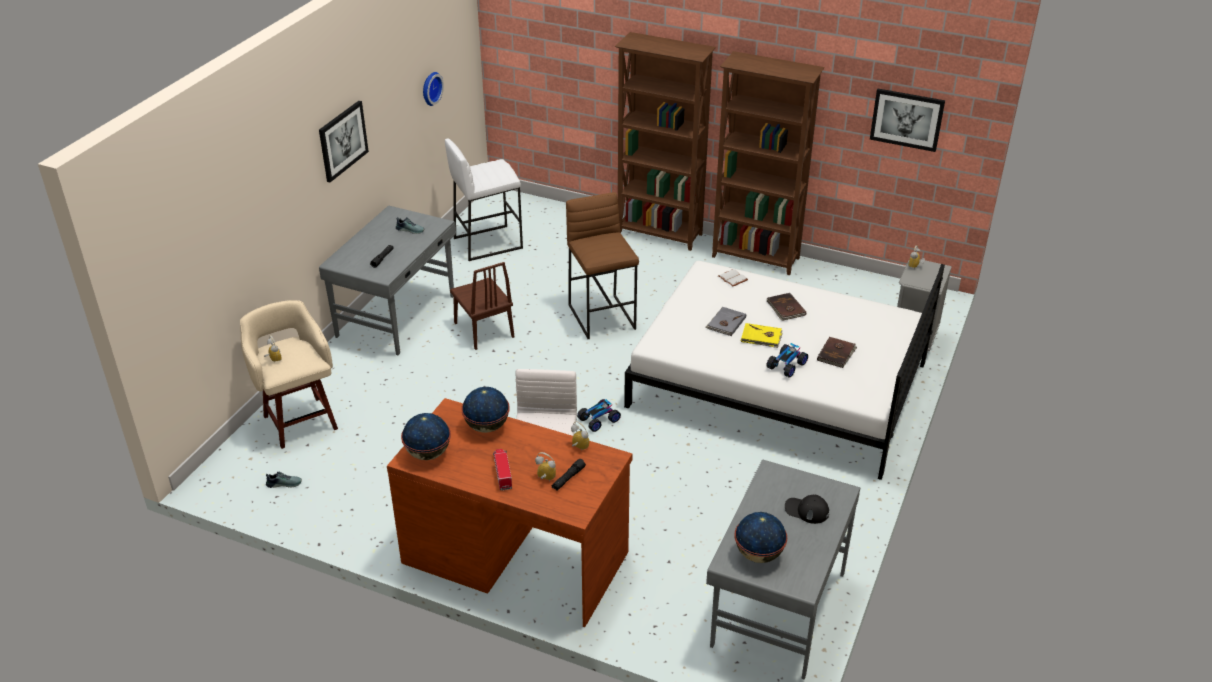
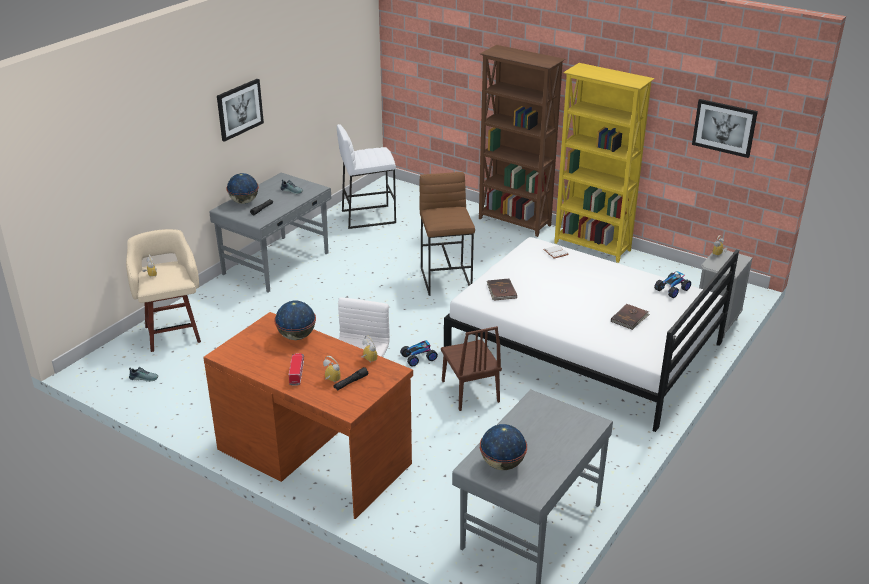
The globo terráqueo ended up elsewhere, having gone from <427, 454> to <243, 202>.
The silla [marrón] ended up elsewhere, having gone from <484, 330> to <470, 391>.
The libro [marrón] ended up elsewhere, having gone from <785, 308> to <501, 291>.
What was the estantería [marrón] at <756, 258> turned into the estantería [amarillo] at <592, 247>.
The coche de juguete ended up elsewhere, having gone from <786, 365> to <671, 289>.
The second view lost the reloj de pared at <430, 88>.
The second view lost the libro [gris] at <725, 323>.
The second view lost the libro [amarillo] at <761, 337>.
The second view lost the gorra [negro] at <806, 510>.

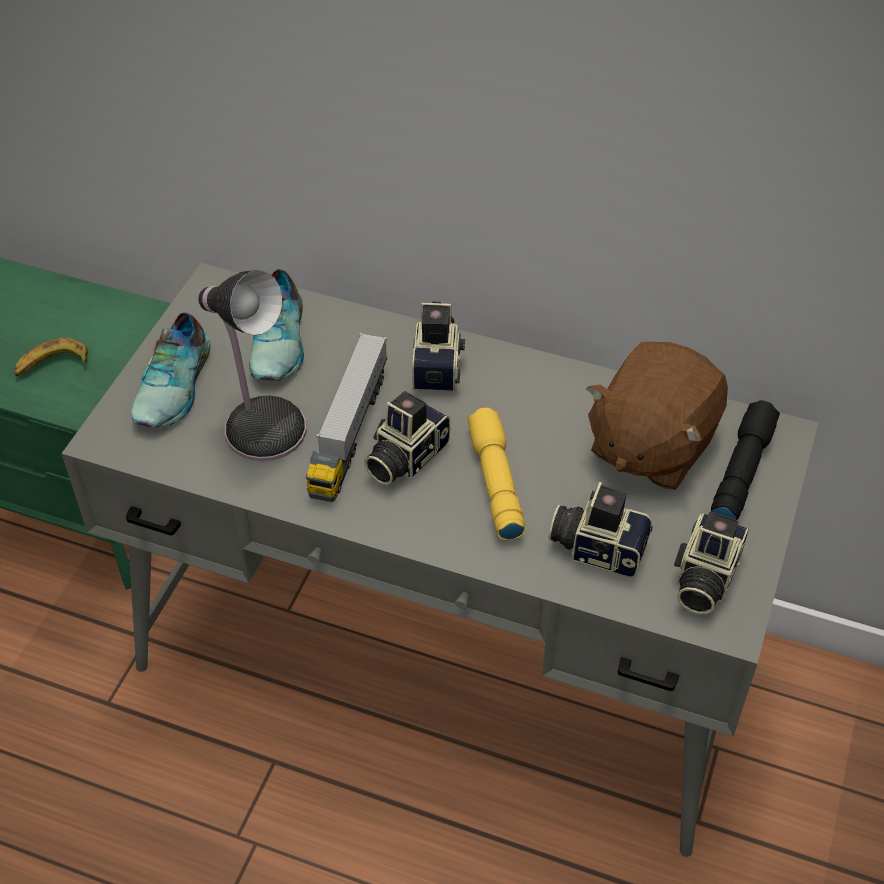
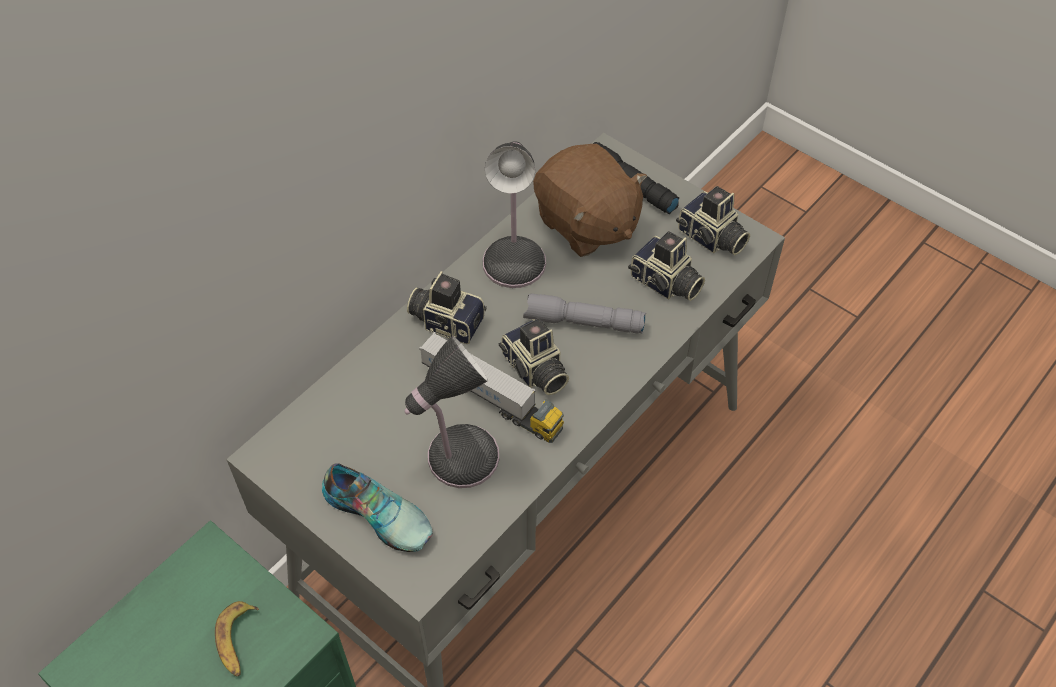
The second view gained the lámpara de mesa at <515, 259>.
What was the linterna [amarillo] at <494, 482> turned into the linterna [gris] at <582, 323>.
The cámara at <598, 547> ended up facing another way, 90 degrees counterclockwise from before.
The second view lost the zapato at <281, 341>.

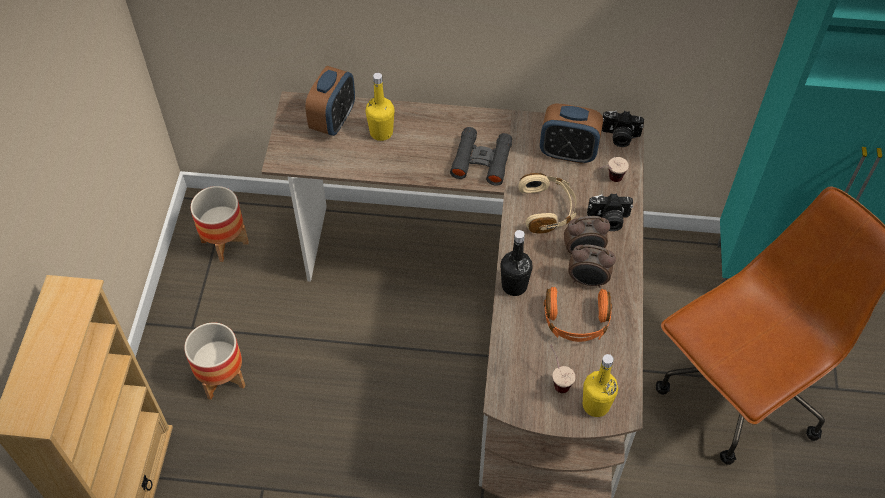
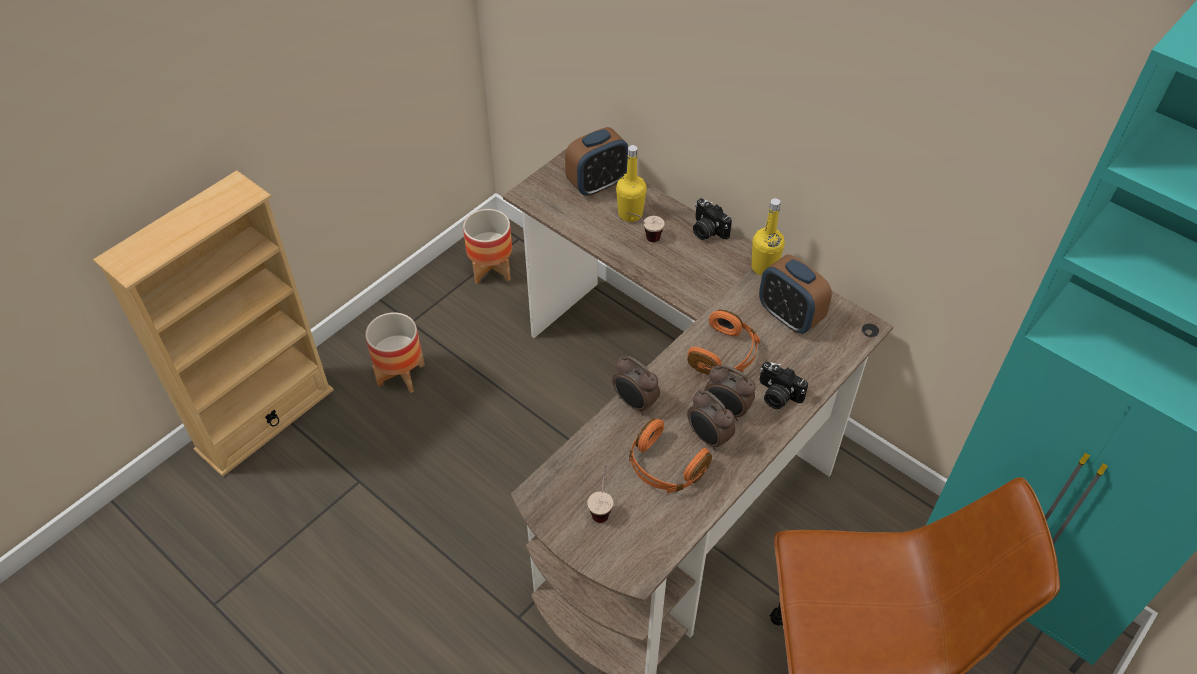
Where the botella [negro] stood at <514, 286>, the despertador came to stand at <634, 403>.
The taza ended up elsewhere, having gone from <609, 180> to <644, 237>.
What was the auriculares [beis] at <547, 209> turned into the auriculares [naranja] at <725, 355>.
The cámara ended up elsewhere, having gone from <619, 136> to <707, 231>.
The botella [amarillo] ended up elsewhere, having gone from <596, 405> to <764, 267>.
The second view lost the prismáticos [negro] at <481, 160>.

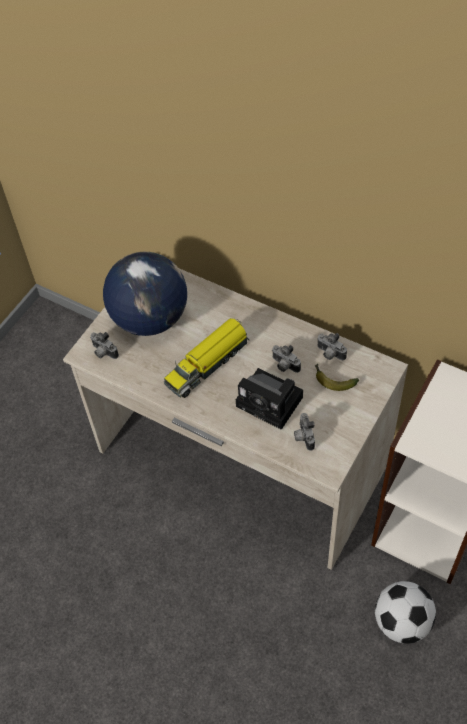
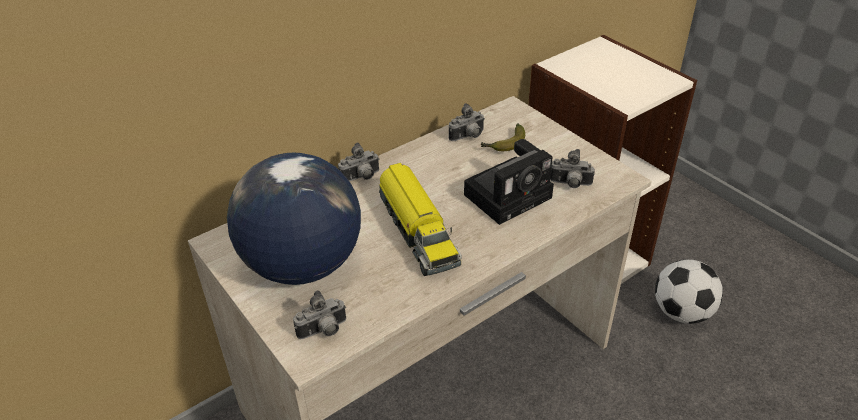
The cámara ended up elsewhere, having gone from <284, 366> to <361, 178>.

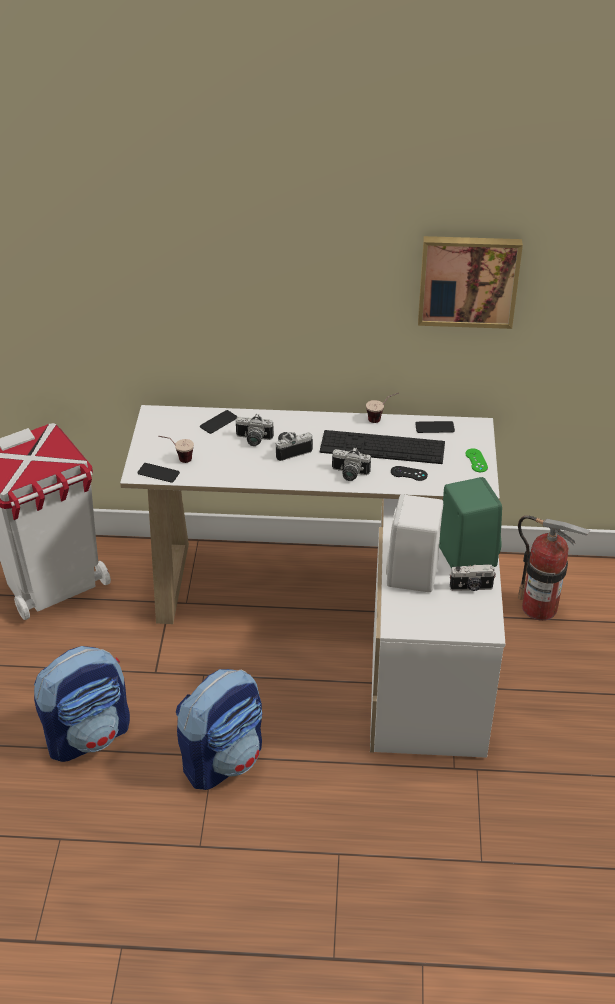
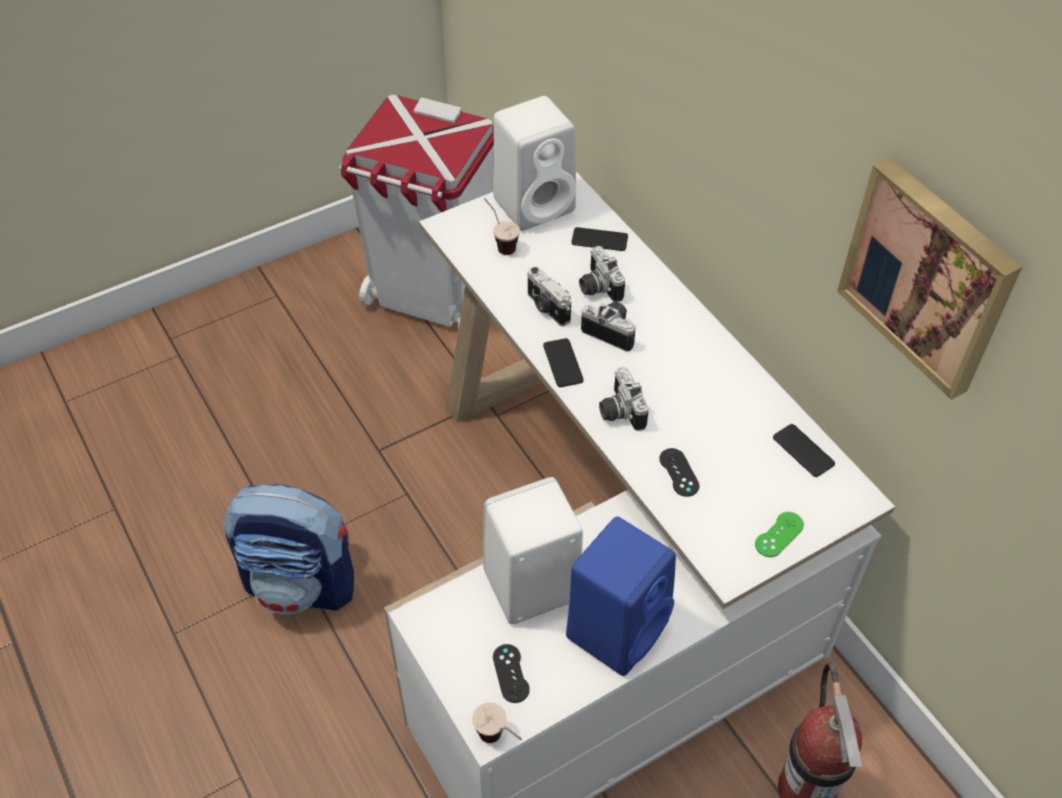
The taza ended up elsewhere, having gone from <381, 418> to <499, 742>.
The second view gained the altavoz [blanco] at <536, 204>.
The second view gained the mando de consola [negro] at <511, 673>.
The cámara ended up elsewhere, having gone from <471, 588> to <547, 308>.
The móvil ended up elsewhere, having gone from <158, 473> to <563, 363>.
What was the altavoz [verde] at <465, 555> turned into the altavoz [azul] at <618, 627>.
The second view lost the mochila at <89, 735>.
The second view lost the teclado at <382, 447>.

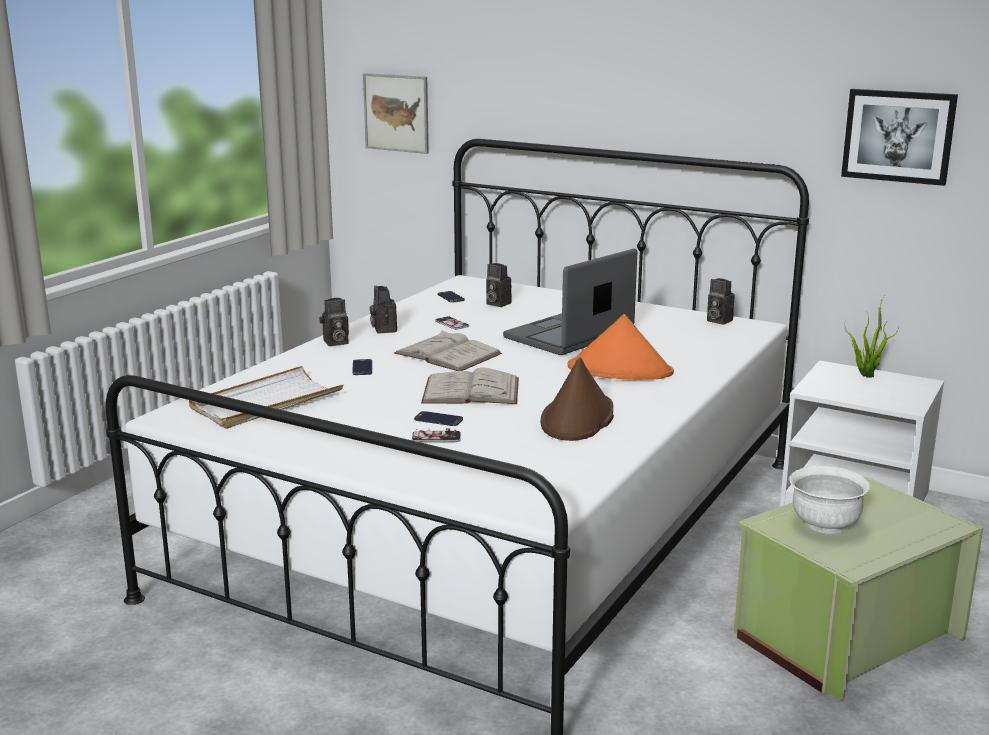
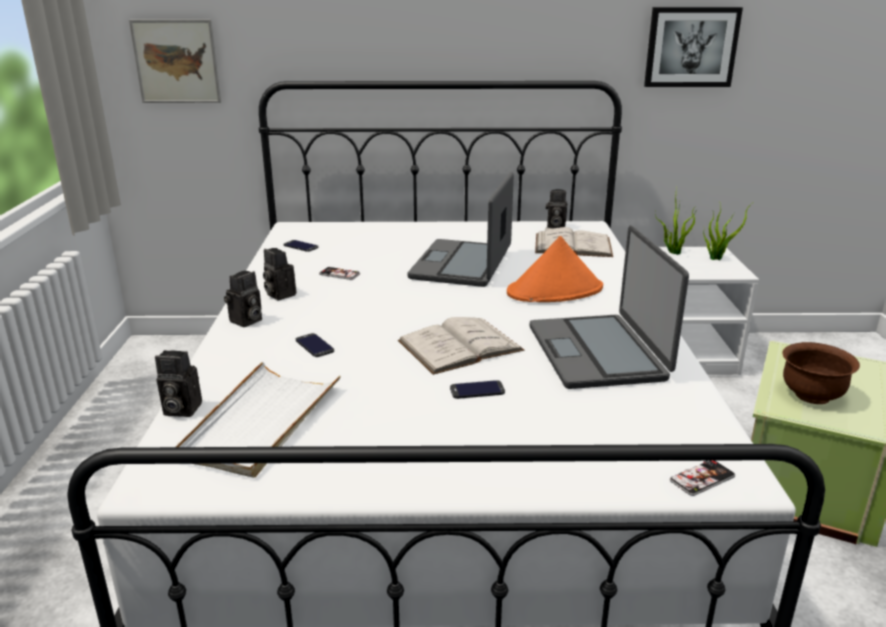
The cámara ended up elsewhere, having gone from <496, 303> to <179, 409>.
Where the sombrero [marrón] stood at <577, 419>, the portátil came to stand at <598, 352>.
The libro [blanco] ended up elsewhere, having gone from <447, 353> to <573, 245>.
The móvil ended up elsewhere, having gone from <436, 438> to <702, 478>.
The second view gained the planta en maceta at <717, 258>.
What was the cuenco [blanco] at <824, 525> turned into the cuenco [marrón] at <811, 395>.

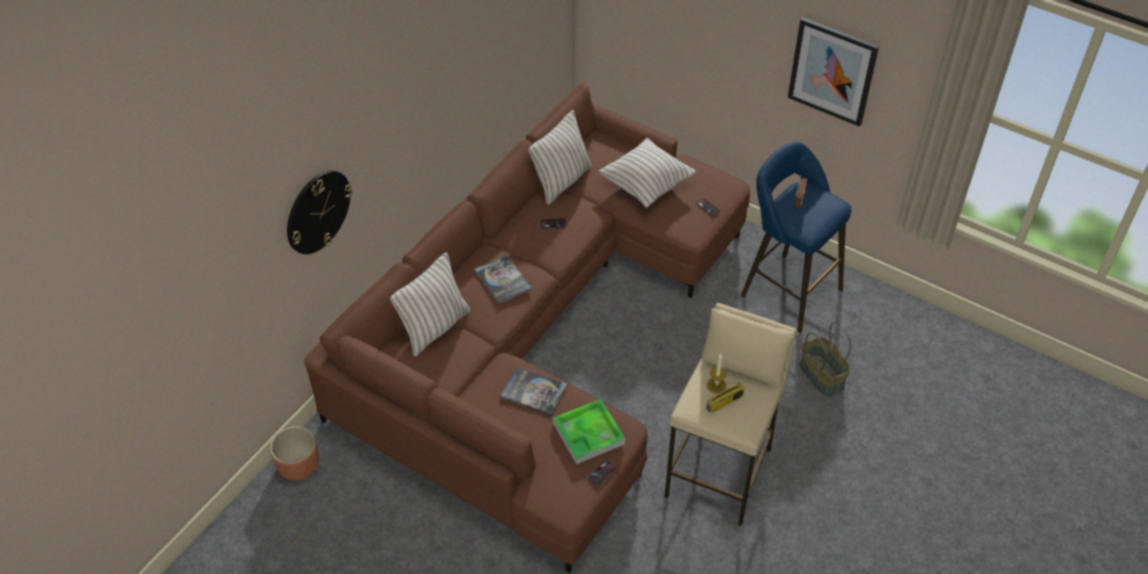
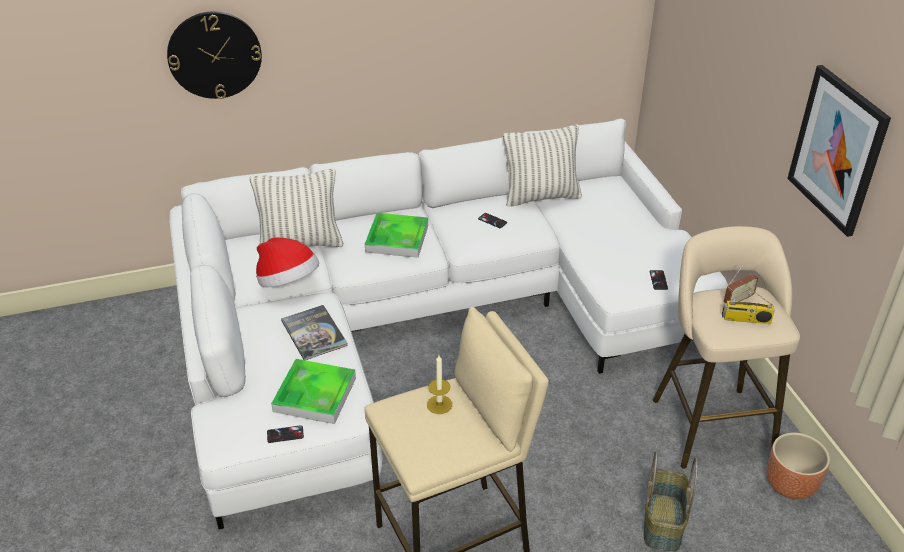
What was the sofá [marrón] at <537, 334> turned into the sofá [blanco] at <425, 323>.
The second view gained the sombrero at <288, 282>.
Where the libro stood at <503, 280>, the bandeja came to stand at <397, 239>.
What was the taburete [azul] at <786, 289> turned into the taburete [beis] at <709, 421>.
The radio ended up elsewhere, having gone from <724, 403> to <745, 319>.
The maceta [marrón] ended up elsewhere, having gone from <299, 466> to <790, 484>.
The second view lost the cojín at <646, 186>.

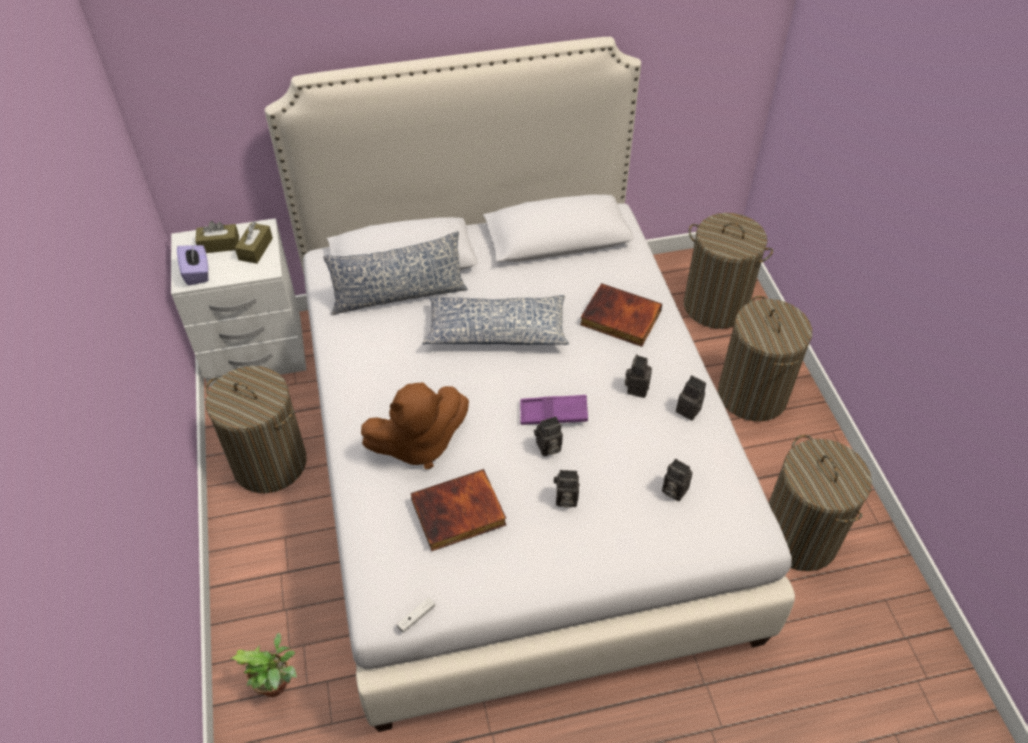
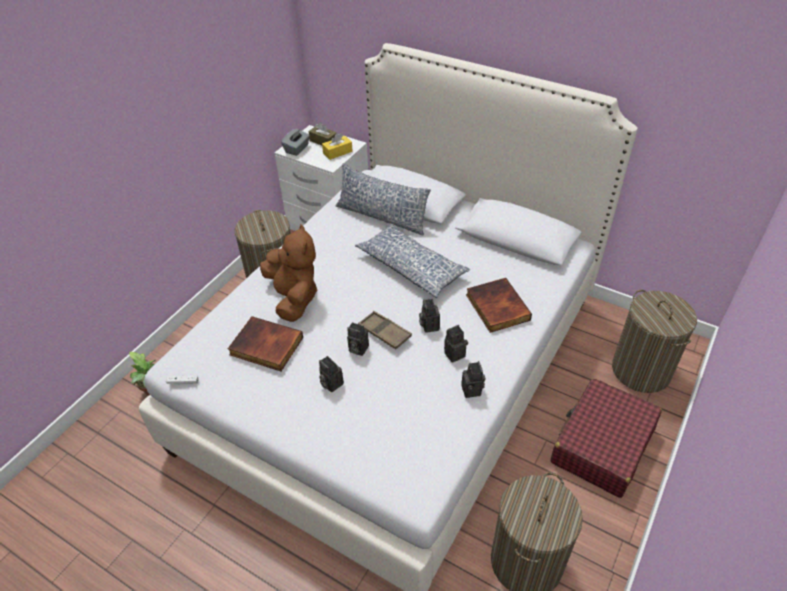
The peluche [marrón] at <418, 444> ended up facing another way, 135 degrees counterclockwise from before.
What was the caja de pañuelos [morado] at <197, 273> turned into the caja de pañuelos [gris] at <297, 149>.
What was the caja de pañuelos [marrón] at <255, 249> turned into the caja de pañuelos [amarillo] at <337, 152>.
What was the bandeja [morado] at <553, 413> turned into the bandeja [marrón] at <384, 332>.
The cámara ended up elsewhere, having gone from <673, 490> to <429, 325>.
Where the cesto de la ropa stood at <752, 395>, the maleta [rojo] came to stand at <602, 445>.

